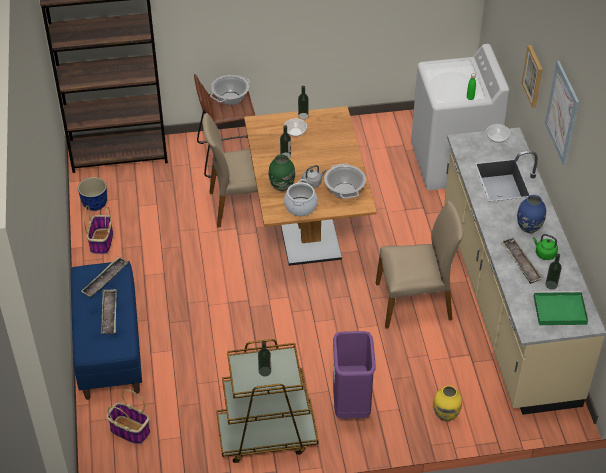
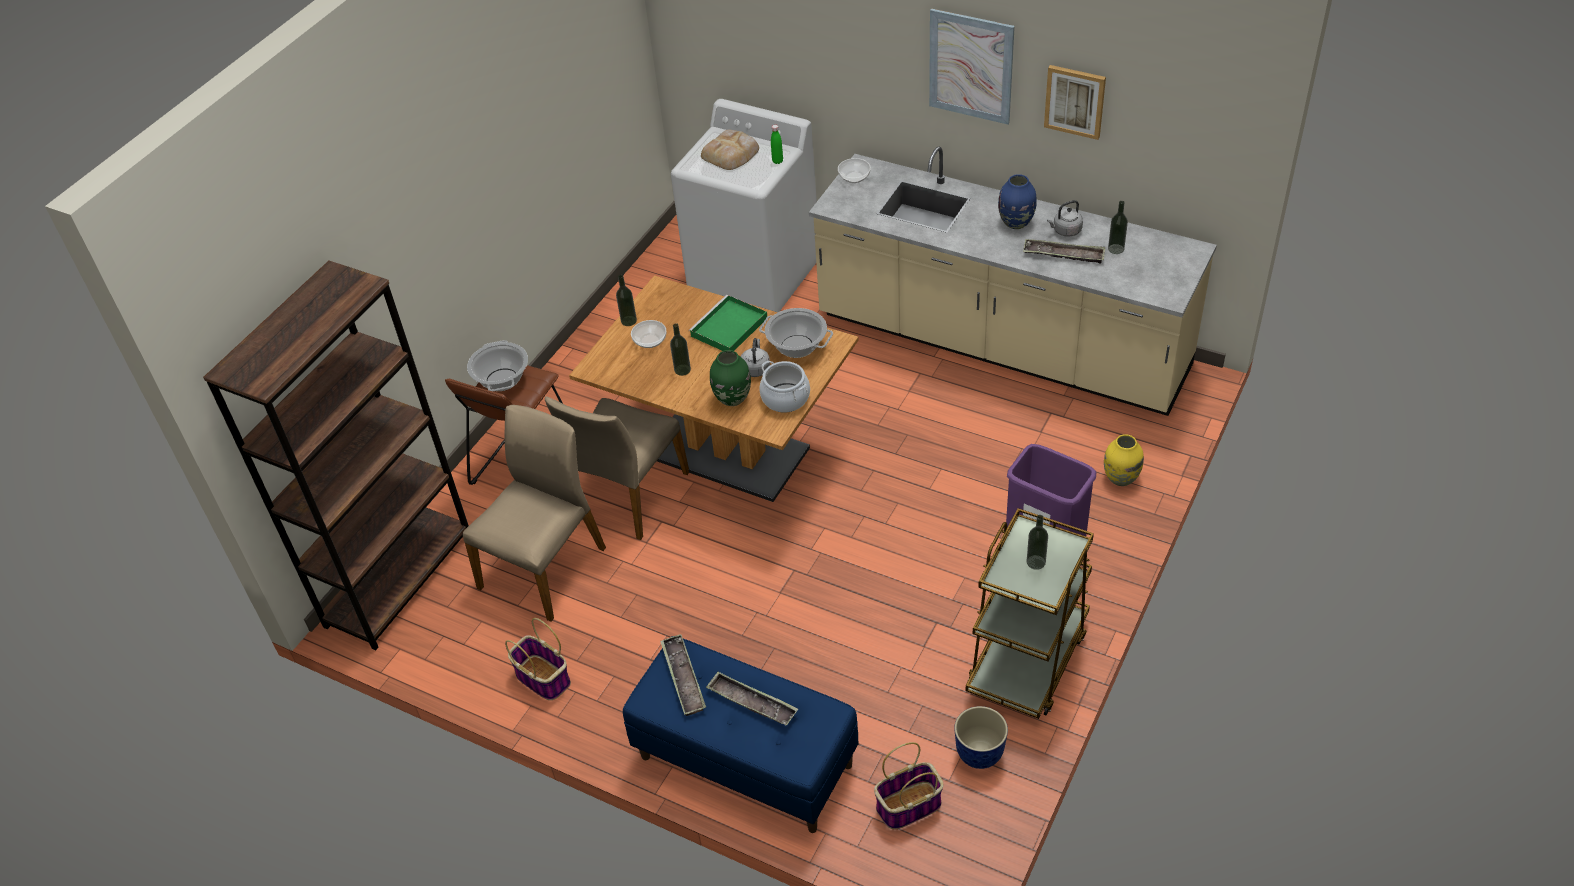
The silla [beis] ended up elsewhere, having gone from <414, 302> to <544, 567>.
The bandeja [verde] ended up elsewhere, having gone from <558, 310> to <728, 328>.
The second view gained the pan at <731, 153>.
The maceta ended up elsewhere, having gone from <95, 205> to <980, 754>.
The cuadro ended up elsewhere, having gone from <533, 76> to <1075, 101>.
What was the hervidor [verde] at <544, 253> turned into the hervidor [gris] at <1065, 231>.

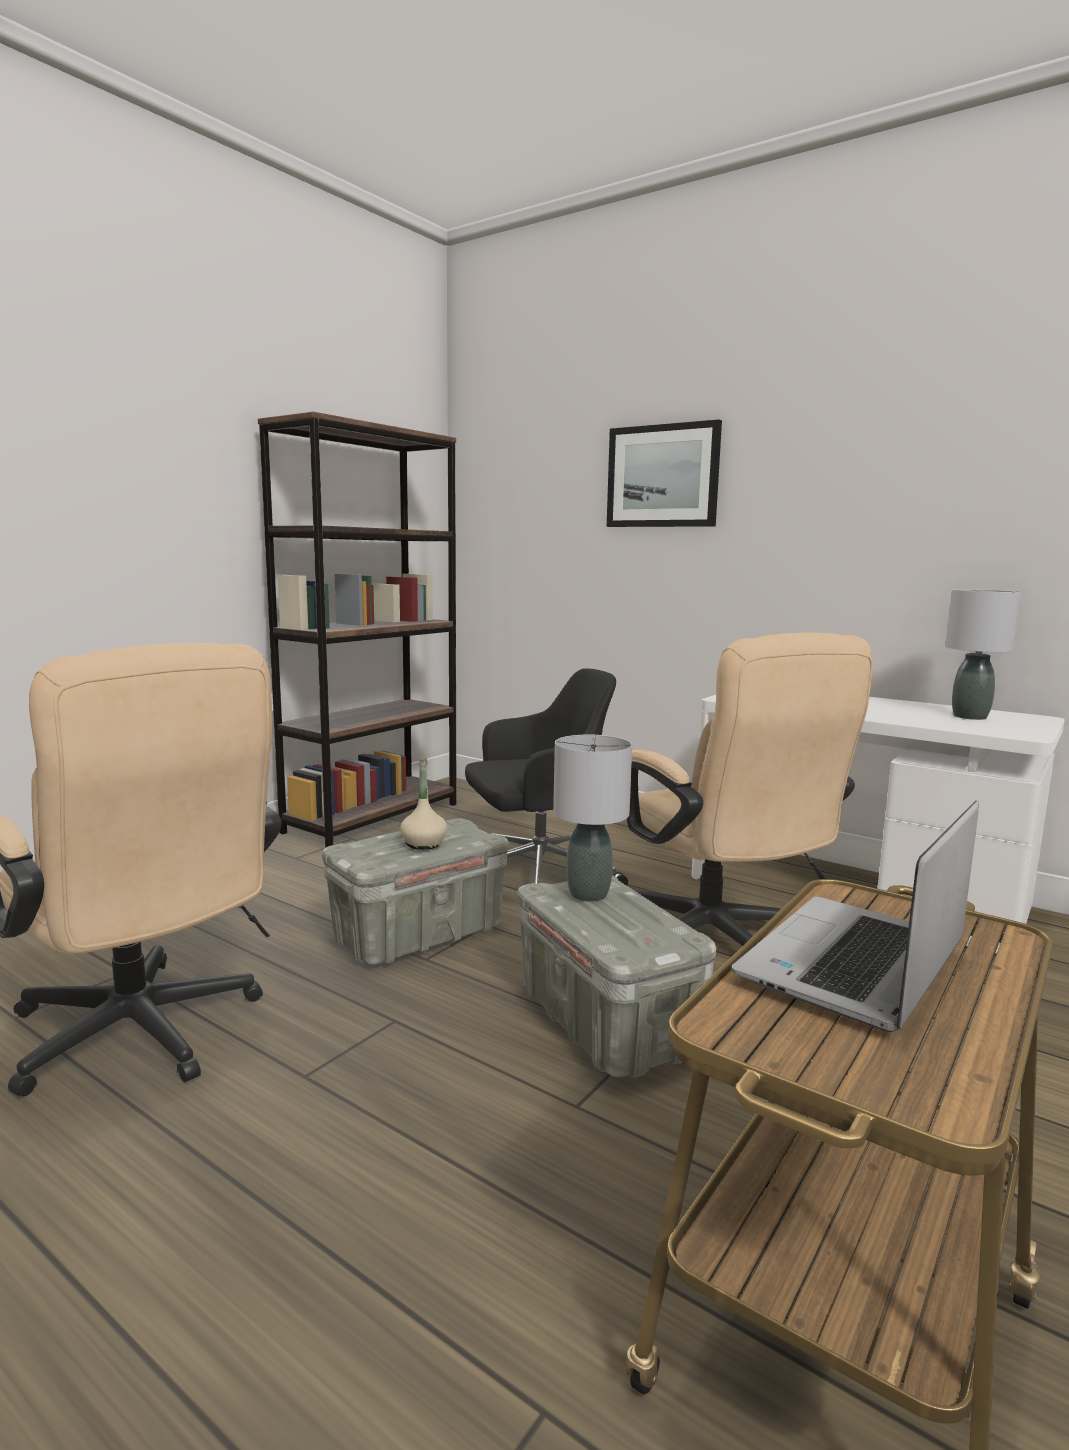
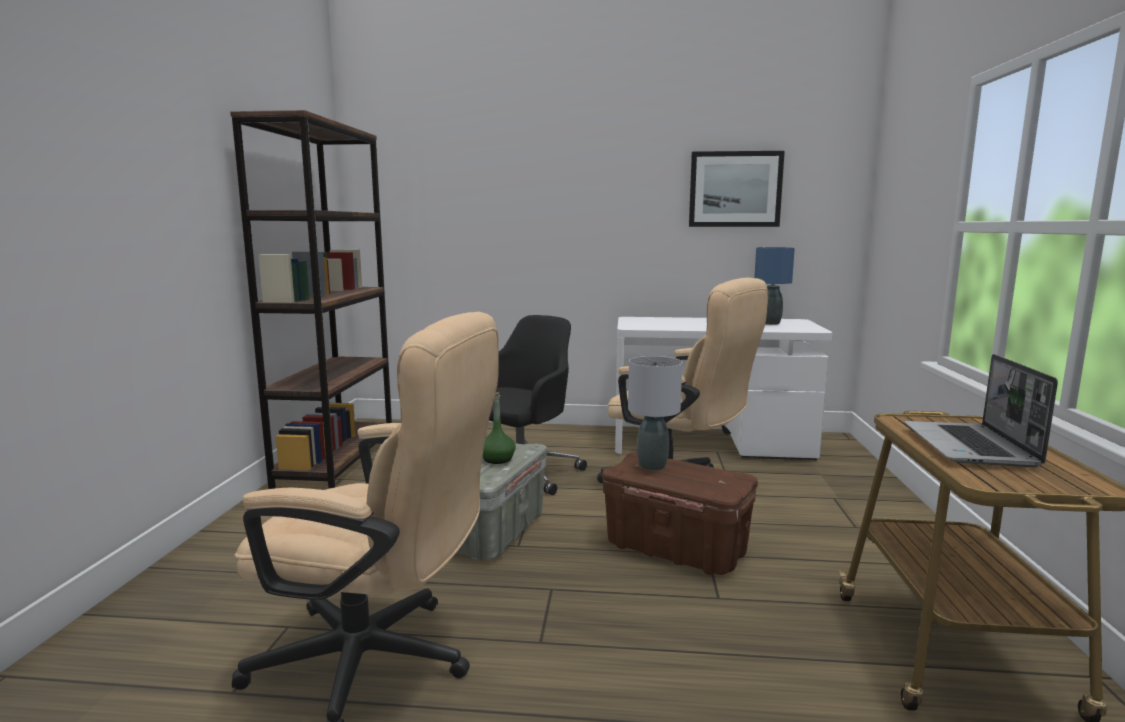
What was the botella [beis] at <423, 844> turned into the botella [verde] at <497, 459>.
What was the caja de almacenaje [gris] at <607, 1024> turned into the caja de almacenaje [marrón] at <677, 549>.
The cuadro ended up elsewhere, having gone from <662, 476> to <735, 189>.
What was the lámpara de mesa [gris] at <969, 716> turned into the lámpara de mesa [azul] at <769, 323>.

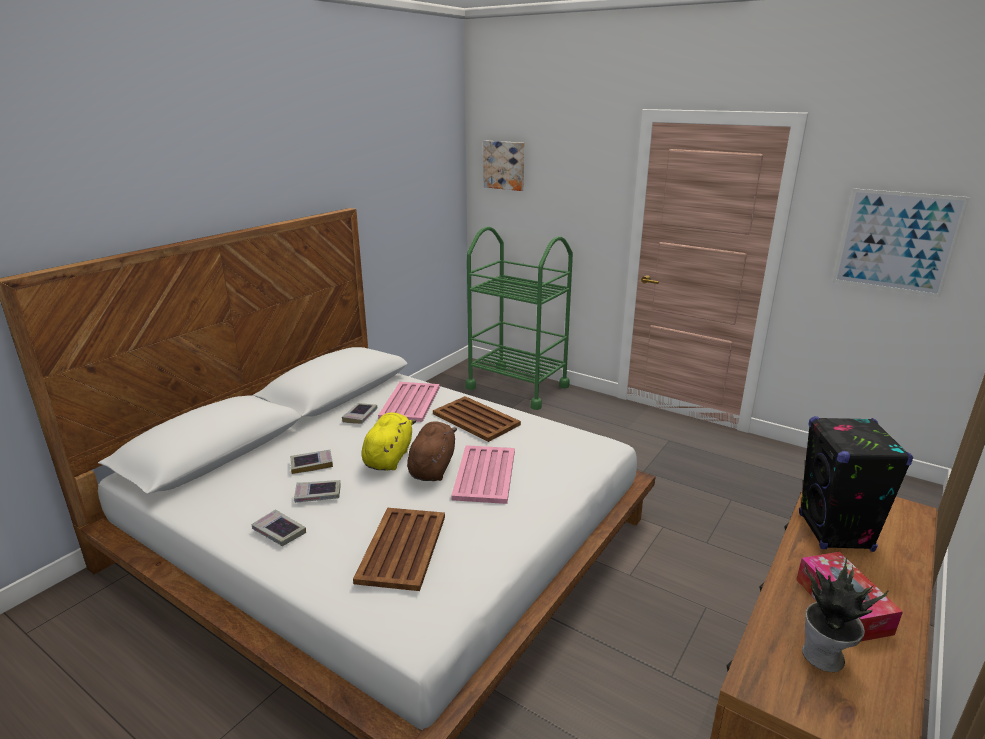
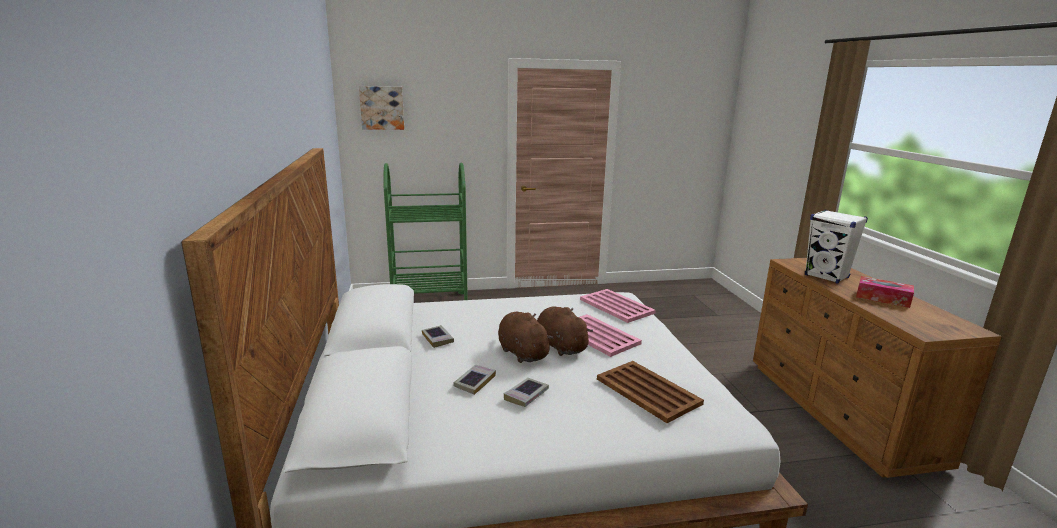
What was the peluche [amarillo] at <389, 457> turned into the peluche [marrón] at <521, 352>.
The bandeja [rosa] ended up elsewhere, having gone from <410, 402> to <616, 306>.
What was the altavoz [negro] at <835, 533> turned into the altavoz [blanco] at <827, 276>.
The second view lost the libro at <279, 531>.
The second view lost the bandeja [marrón] at <475, 419>.
The second view lost the planta en maceta at <824, 657>.
The second view lost the cuadro at <896, 242>.

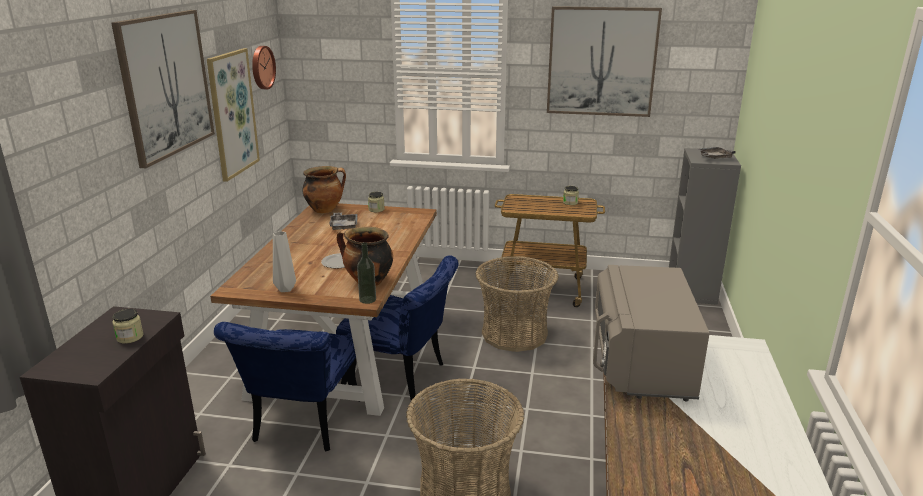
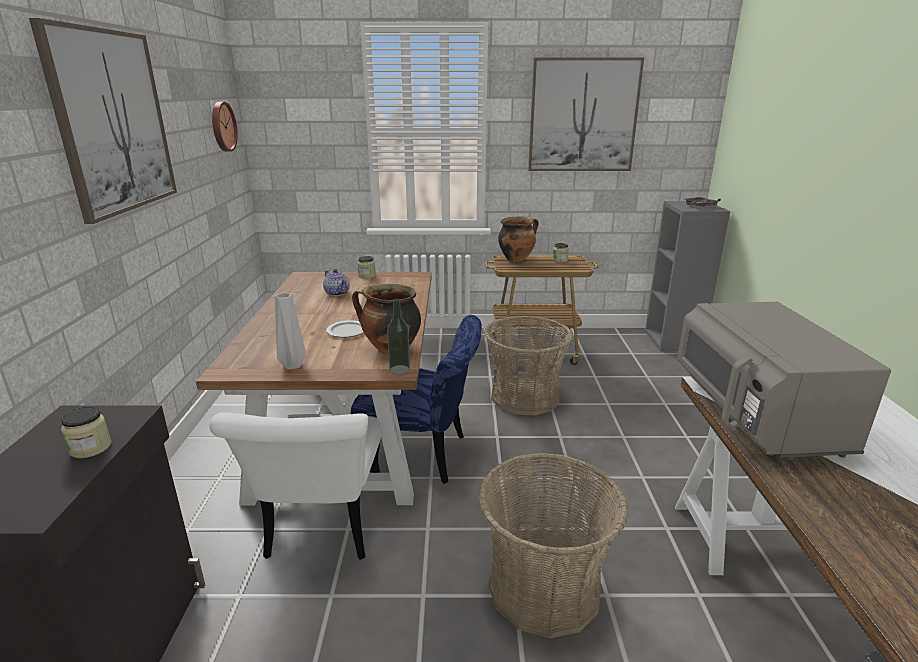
What was the silla [azul] at <302, 426> turned into the silla [blanco] at <322, 529>.
Where the bandeja [gris] stood at <344, 226>, the tetera came to stand at <337, 293>.
The olla ended up elsewhere, having gone from <325, 210> to <516, 258>.
The second view lost the cuadro at <232, 113>.

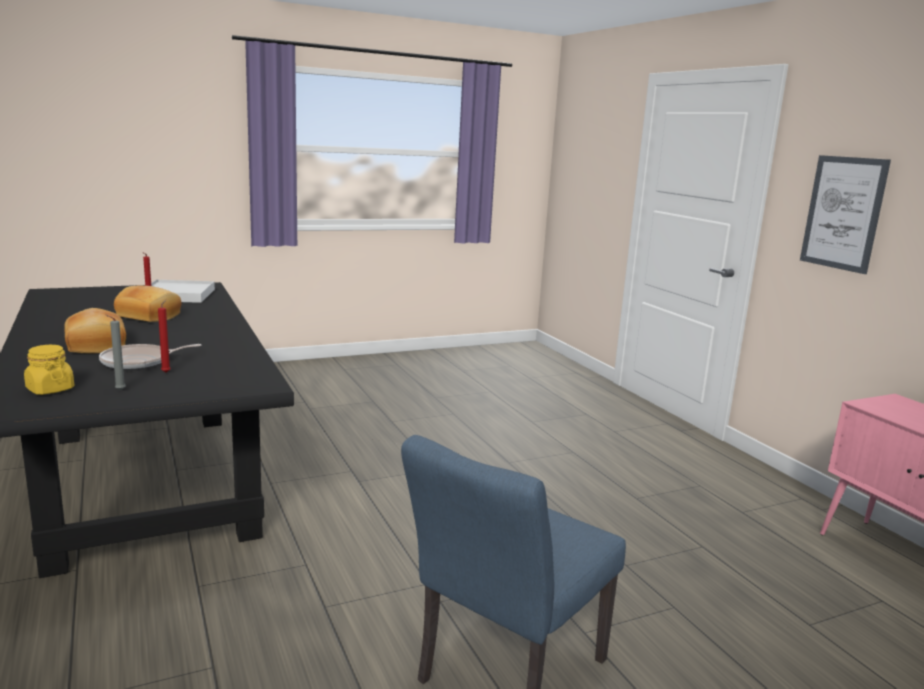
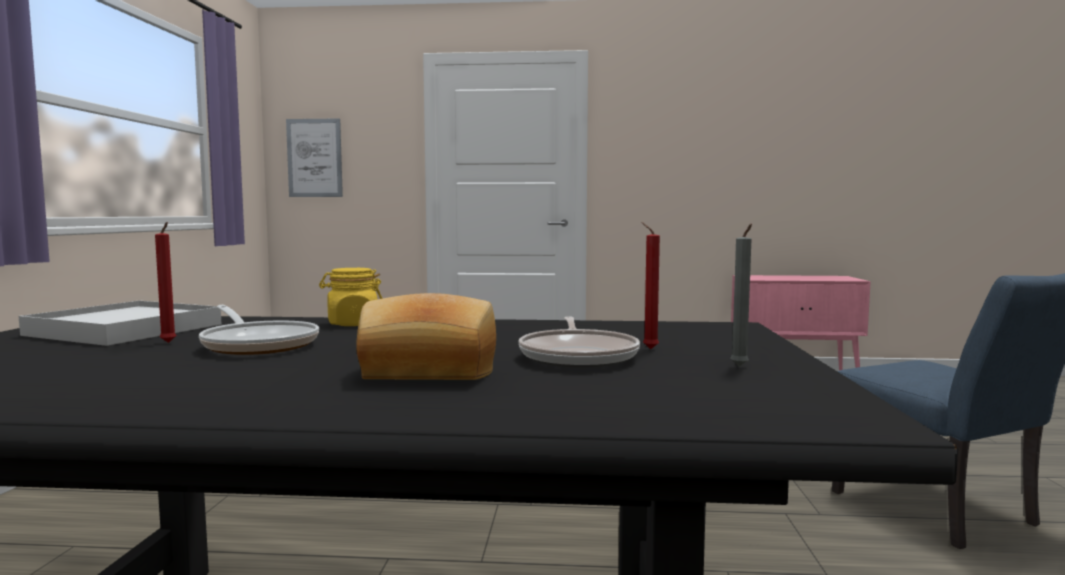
Where the pan stood at <150, 316>, the sartén came to stand at <258, 344>.
The cuadro ended up elsewhere, having gone from <843, 213> to <314, 158>.
The tarro [amarillo] ended up elsewhere, having gone from <50, 389> to <352, 324>.

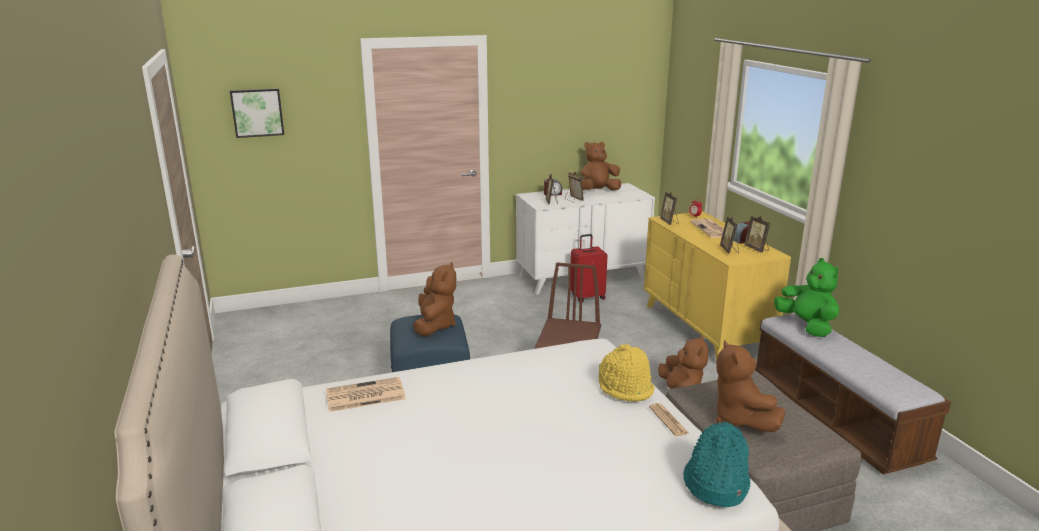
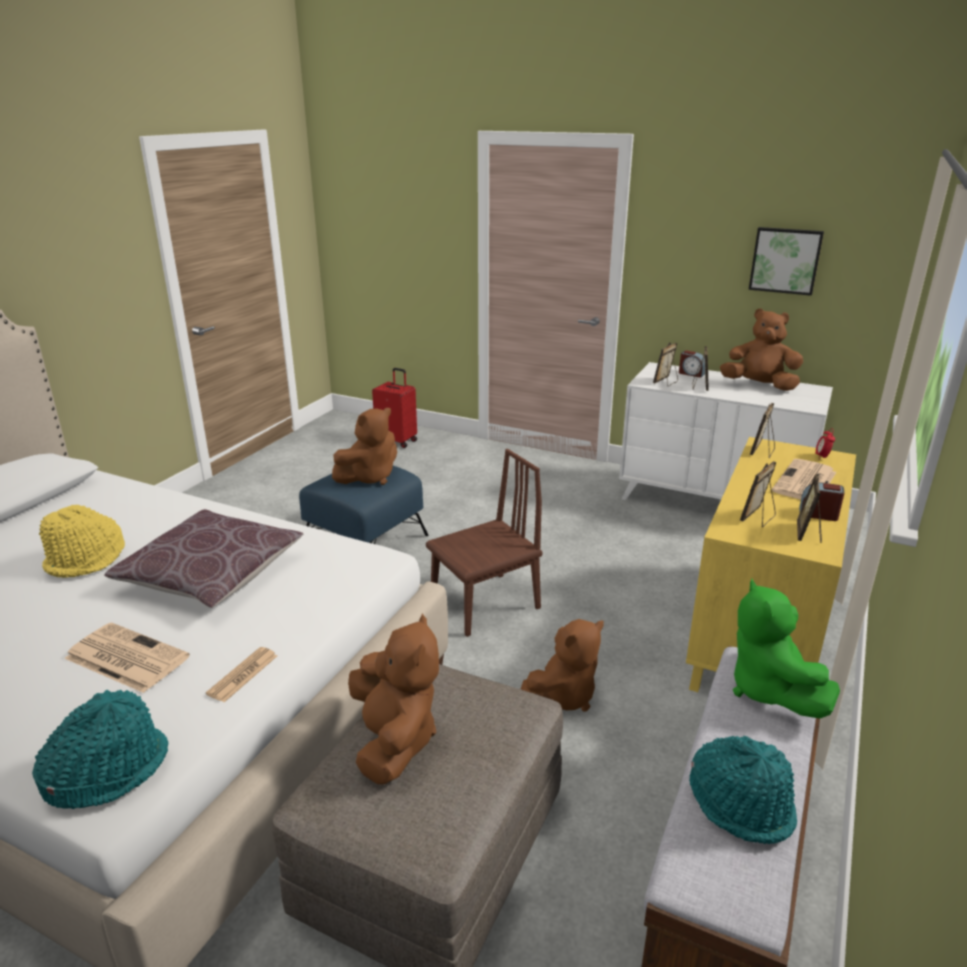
The sombrero [amarillo] ended up elsewhere, having gone from <625, 388> to <86, 560>.
The periódico ended up elsewhere, having gone from <364, 395> to <125, 658>.
The second view gained the cojín [marrón] at <212, 575>.
The peluche [marrón] at <740, 419> ended up facing another way, 135 degrees clockwise from before.
The maleta [rojo] ended up elsewhere, having gone from <587, 297> to <397, 441>.
The second view gained the sombrero [turquesa] at <741, 803>.
The peluche [verde] at <806, 326> ended up facing another way, 150 degrees clockwise from before.
The cuadro ended up elsewhere, having gone from <257, 112> to <785, 260>.

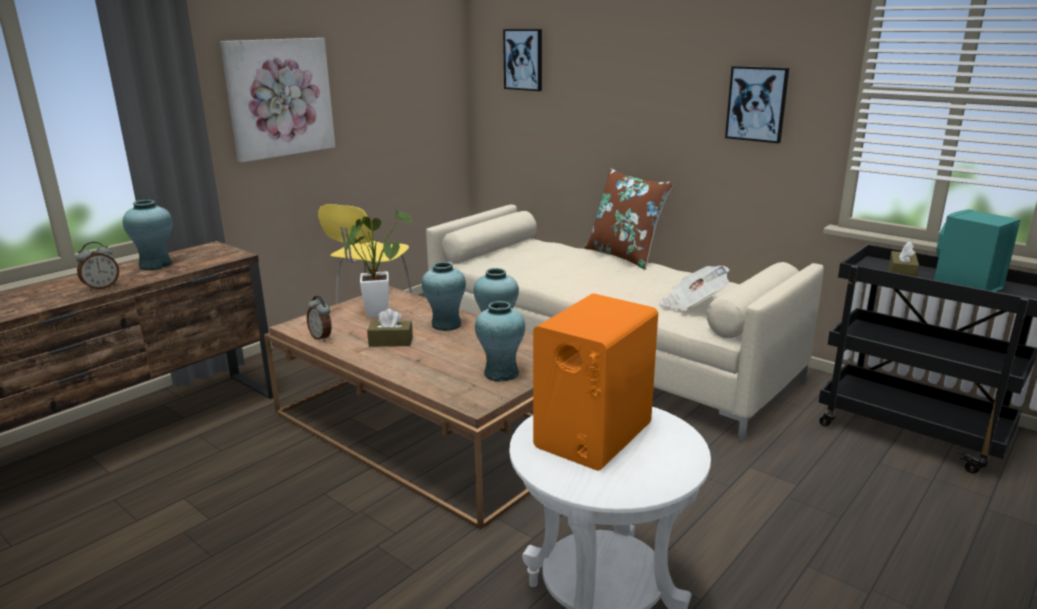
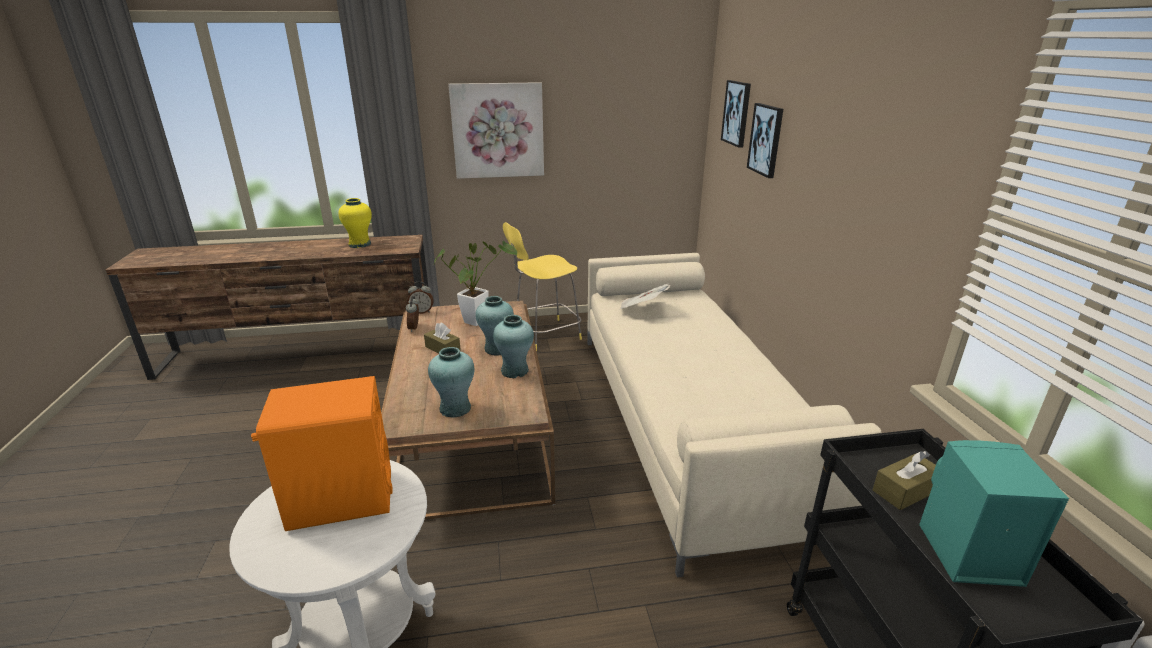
What was the florero [turquesa] at <156, 265> turned into the florero [amarillo] at <360, 244>.
The despertador ended up elsewhere, having gone from <101, 287> to <422, 312>.
The periódico ended up elsewhere, having gone from <692, 304> to <642, 309>.
The cuadro ended up elsewhere, having gone from <757, 104> to <766, 140>.
The second view lost the cojín [marrón] at <625, 256>.

